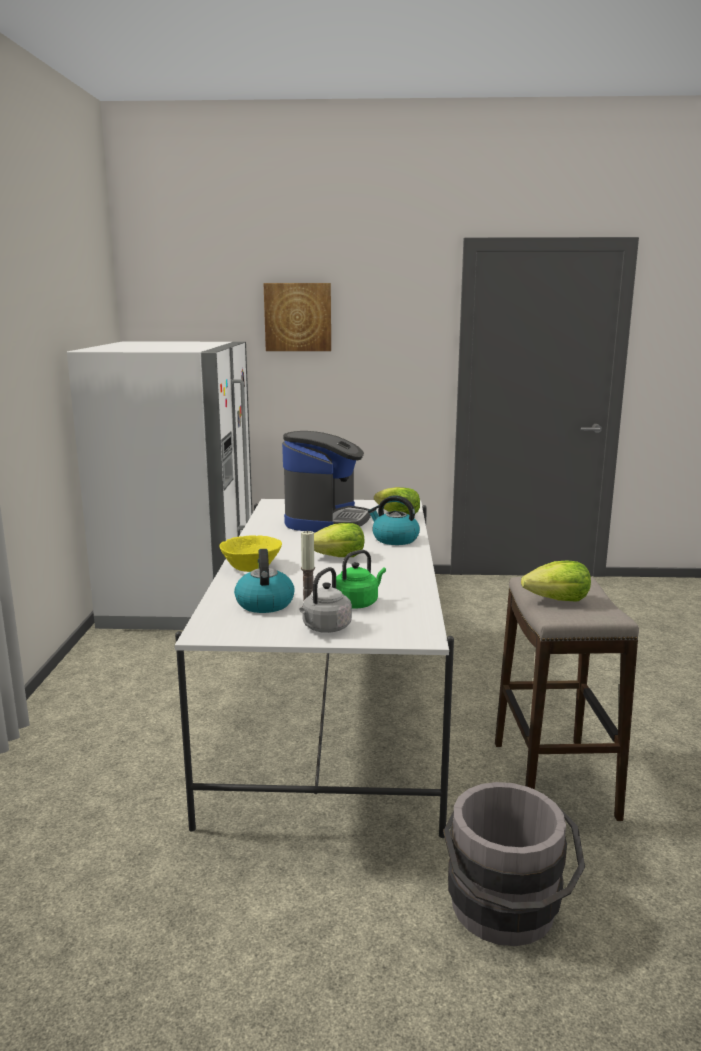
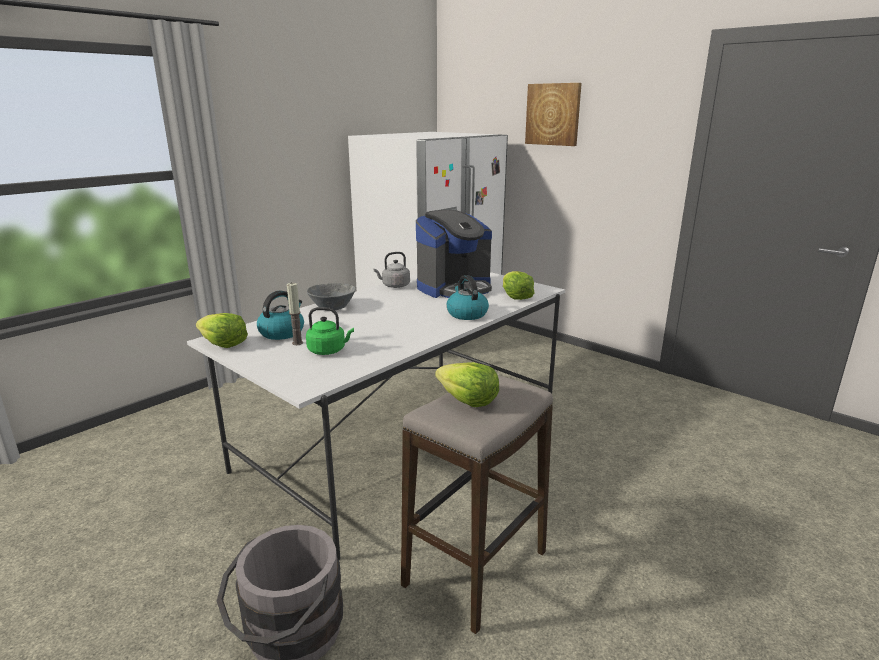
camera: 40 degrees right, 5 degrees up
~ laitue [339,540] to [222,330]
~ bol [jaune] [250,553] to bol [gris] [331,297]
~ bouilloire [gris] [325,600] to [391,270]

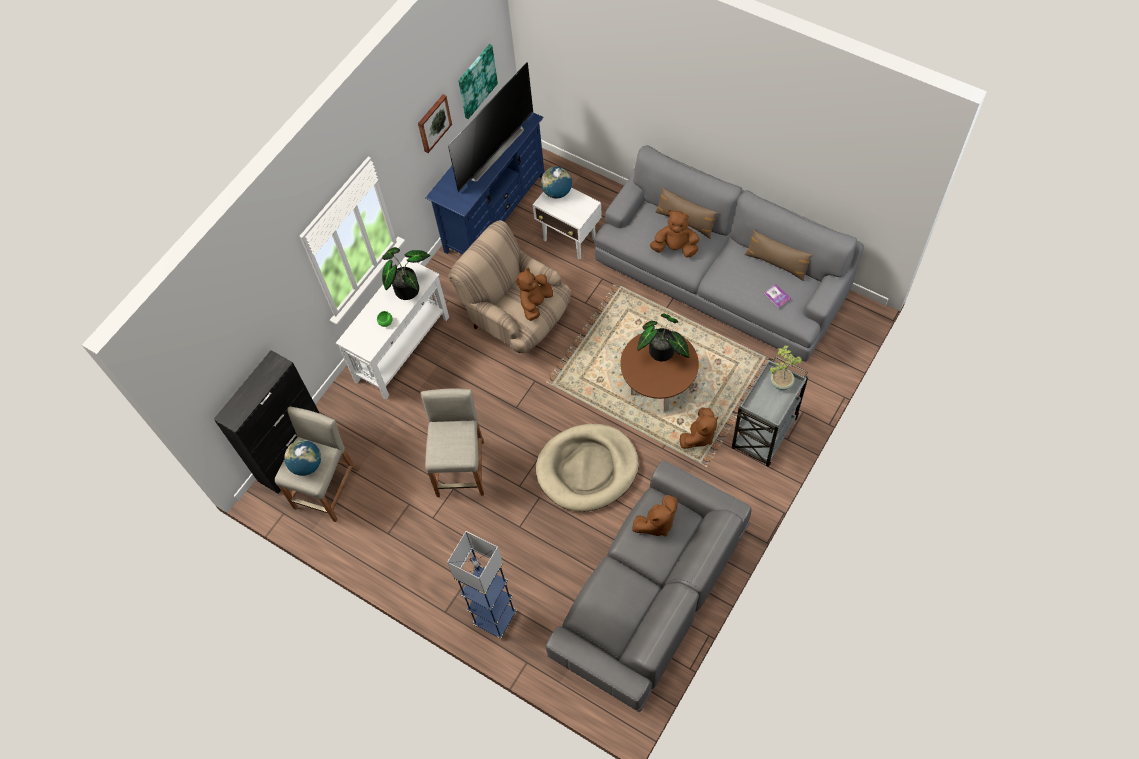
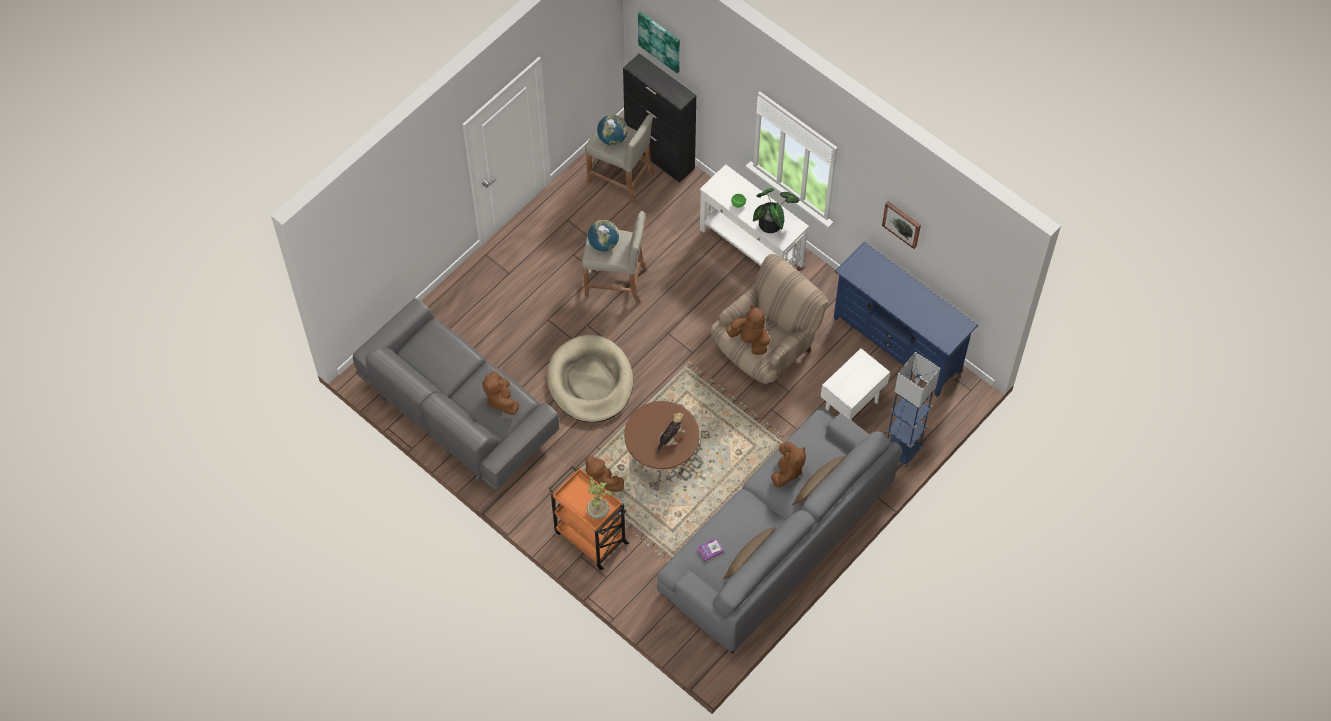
camera: 95 degrees right, 0 degrees up
~ chariot [gris] [770,411] to chariot [orange] [588,518]
~ globe [556,182] to [603,235]
~ tableau [478,81] to [659,42]
~ plante en pot [663,337] to peluche [671,434]
~ lampadaire [bleu] [482,585] to [913,409]
- téléviseur [490,127]

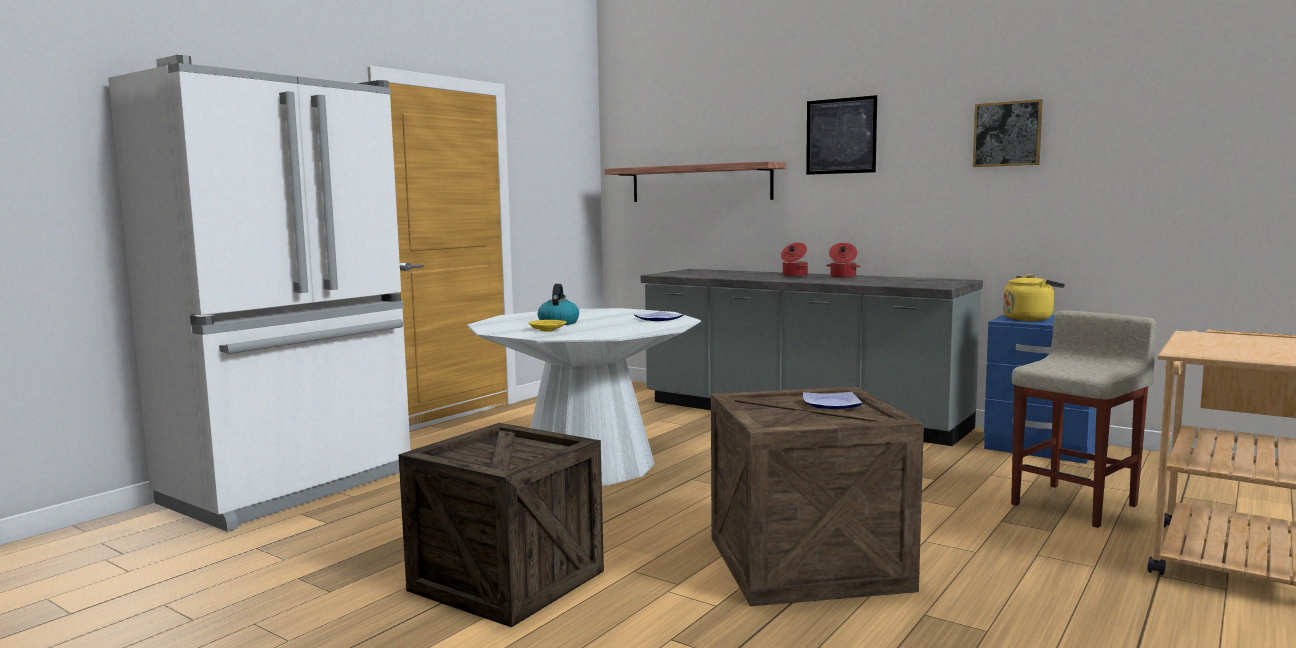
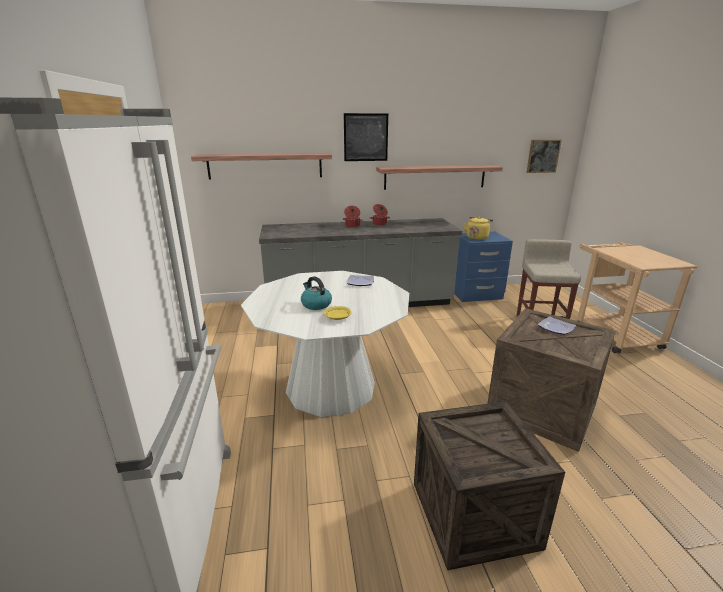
camera: 45 degrees left, 15 degrees up
+ étagère [439,177]
~ tableau [1008,133] to [544,156]

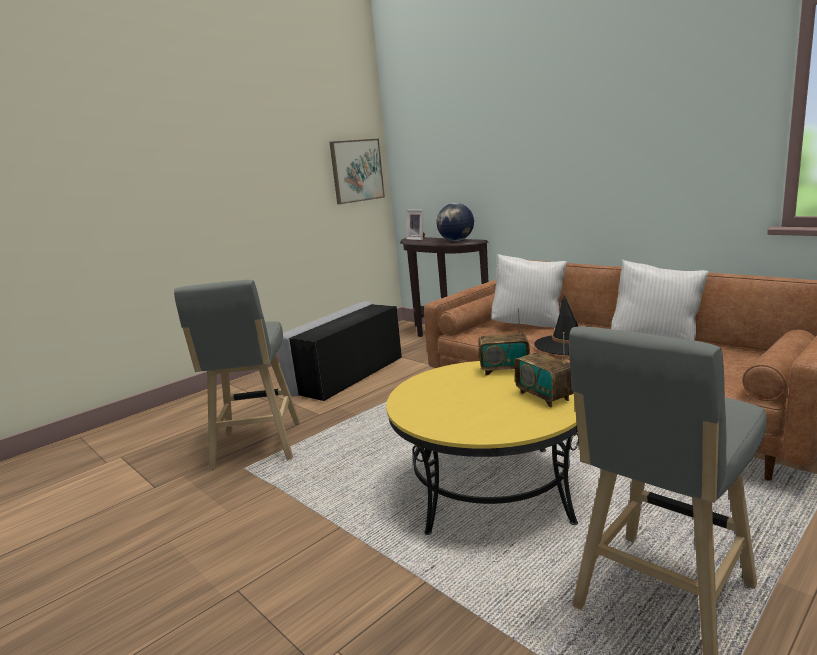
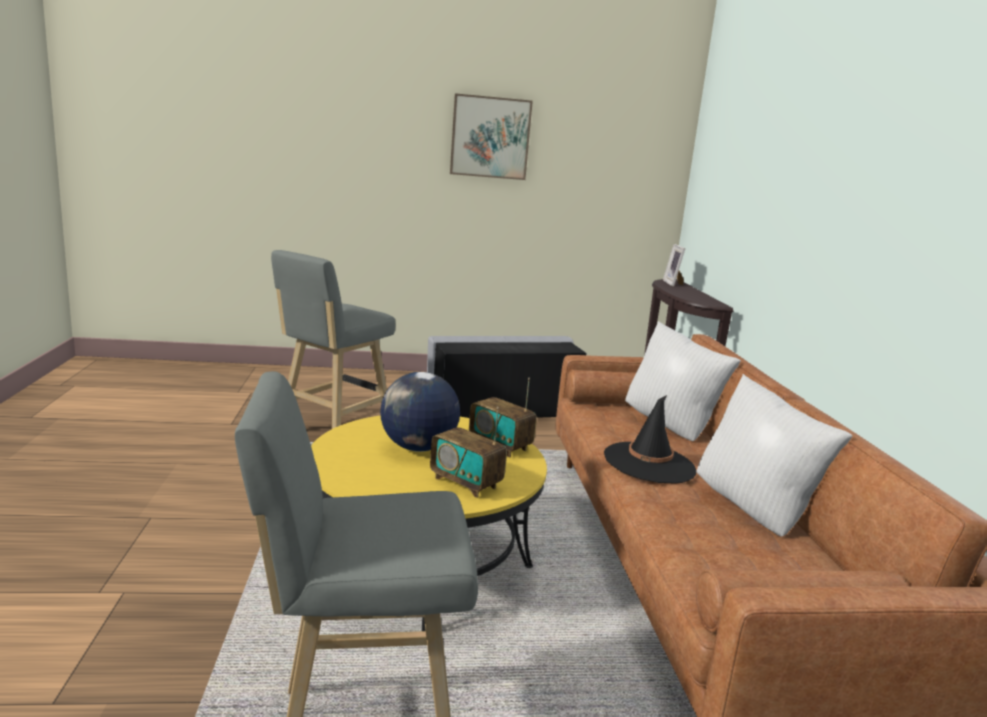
camera: 35 degrees right, 0 degrees up
~ globe [455,222] to [420,412]
~ radio [544,369] = [468,452] 60 degrees counterclockwise
~ tableau [357,171] to [491,136]

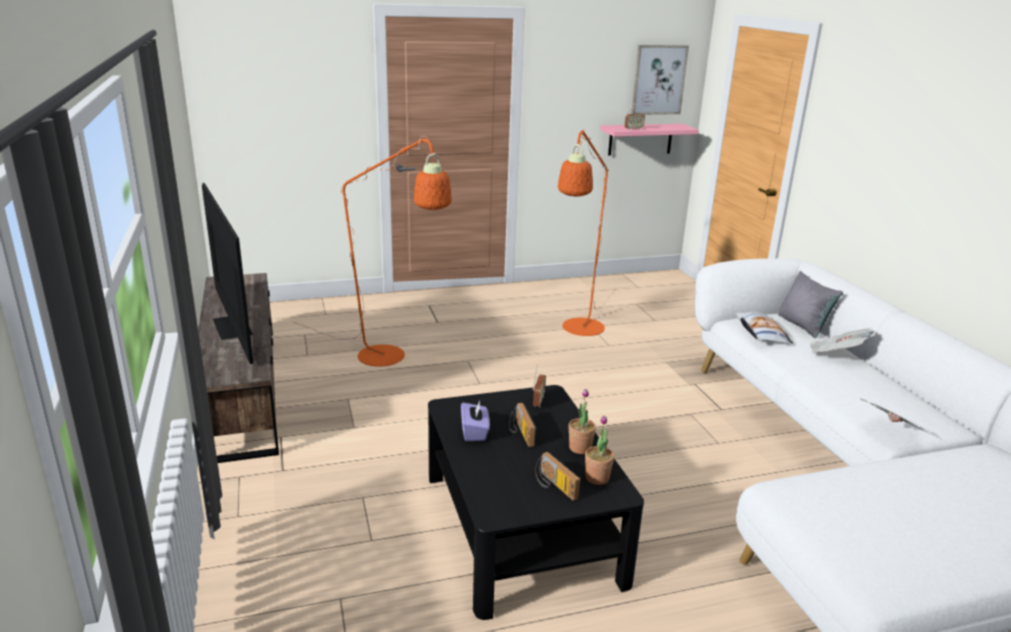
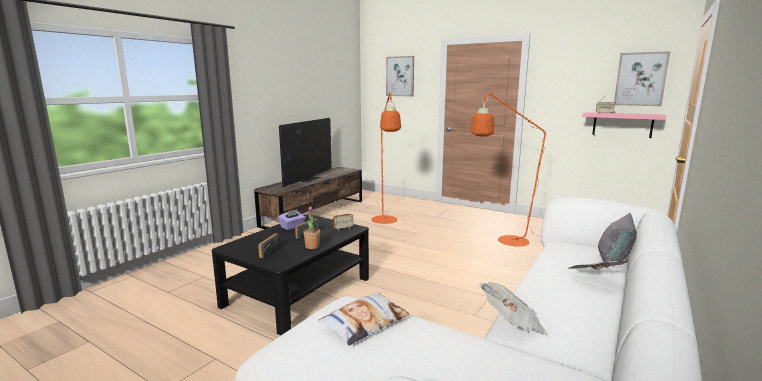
camera: 50 degrees right, 10 degrees down
~ coussin [764,327] to [363,318]
+ tableau [400,76]
- plante en pot [599,450]

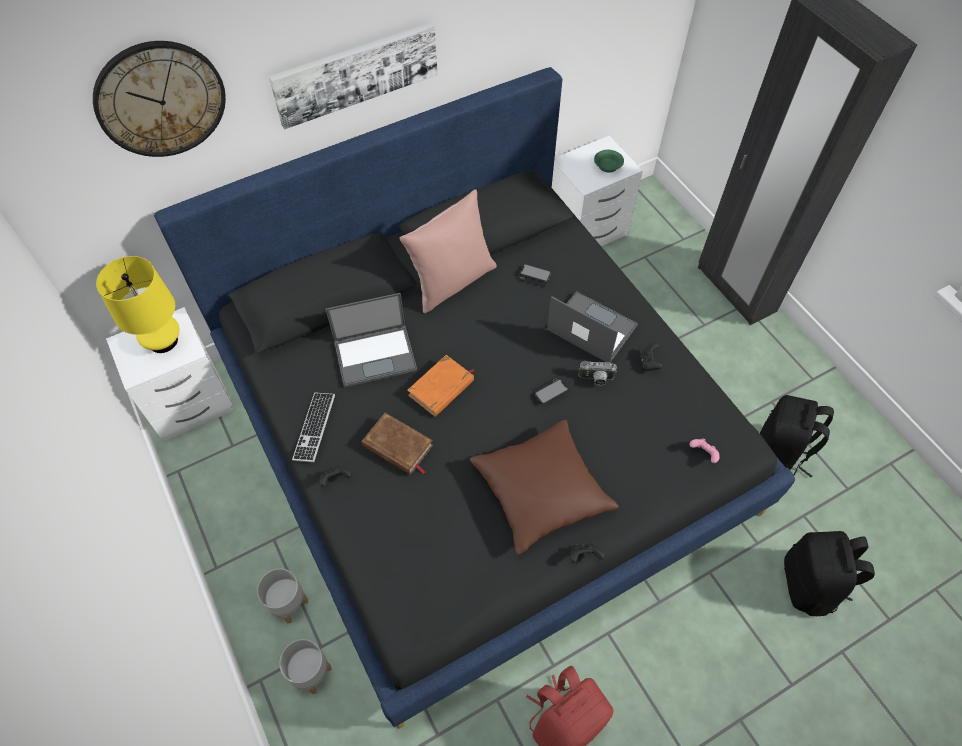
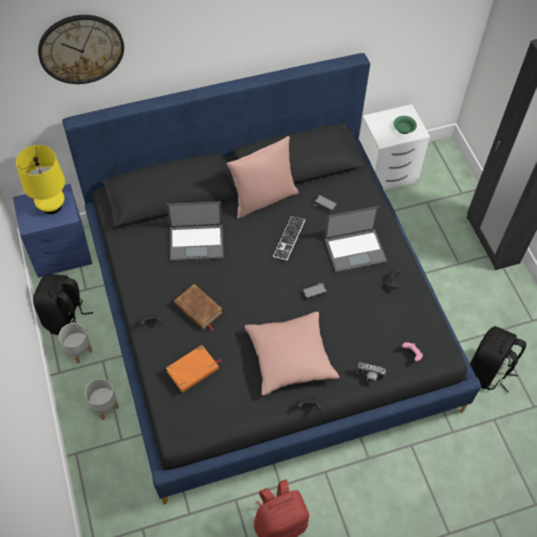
camera: 10 degrees right, 0 degrees up
~ table de chevet [blanc] [170,374] to table de chevet [bleu] [52,231]
~ sac à dos [noir] [829,573] to [63,304]
~ cache-pot [gris] [305,666] to [75,343]
~ livre [orange] [441,386] to [193,369]
~ coussin [marron] [544,487] to coussin [rose] [292,354]
~ clavier [313,427] to [289,238]
~ ordinateur portable [592,326] = [355,239] 120 degrees clockwise
~ appareil photo [597,373] to [371,372]
- tableau [353,76]

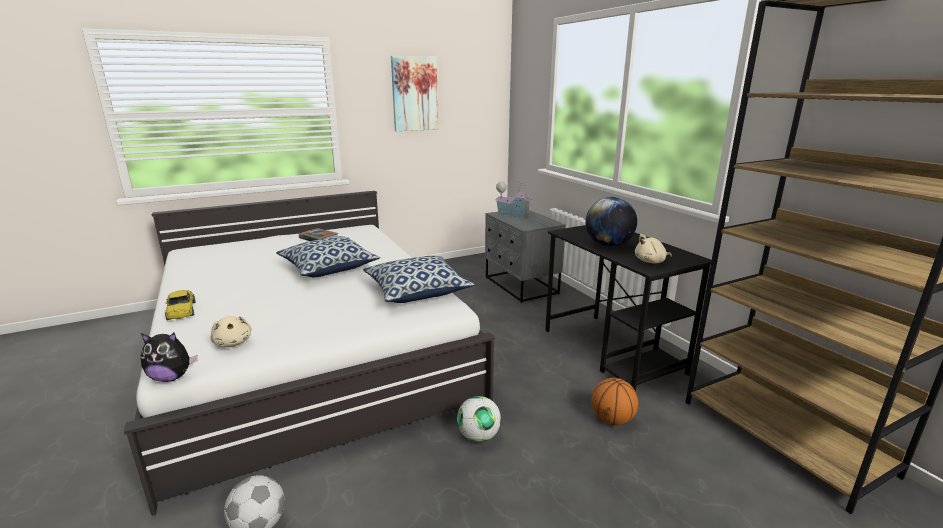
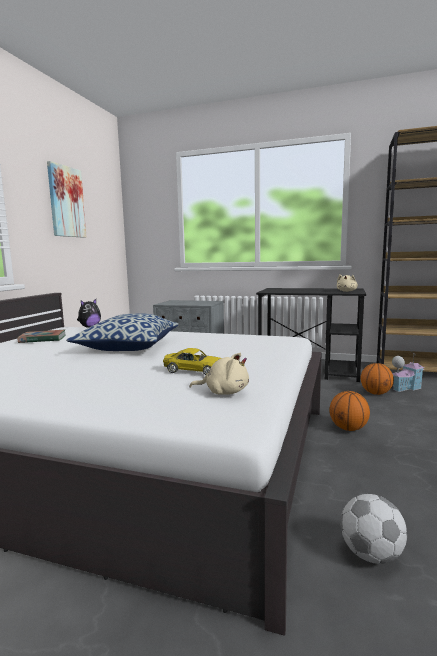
camera: 45 degrees left, 10 degrees down
~ peluche [169,357] to [89,313]
~ petite voiture [jaune] [180,305] to [192,361]
~ ballon de foot [479,419] to ballon de basket [349,411]
~ maison miniature [513,199] to [408,371]
- coussin [419,279]
- globe [611,222]

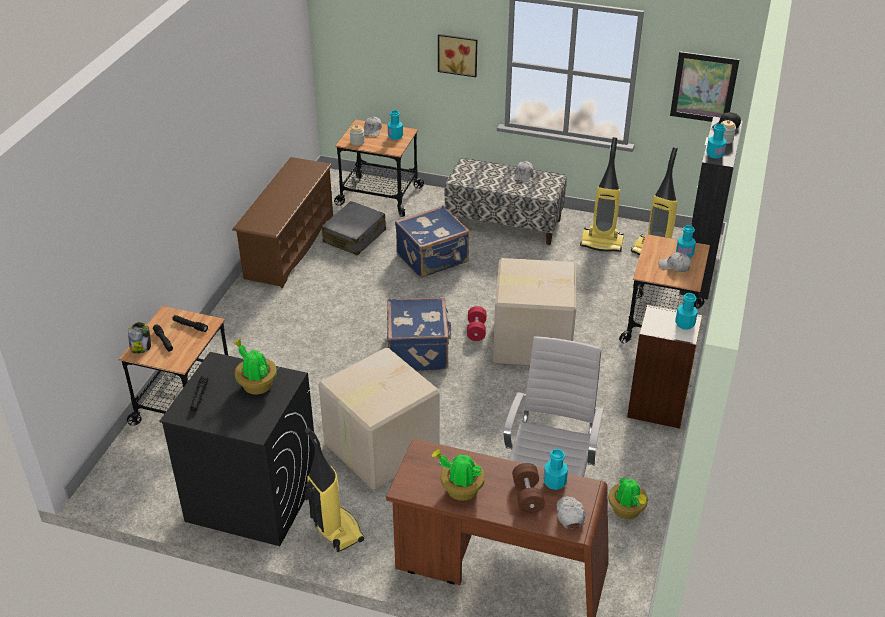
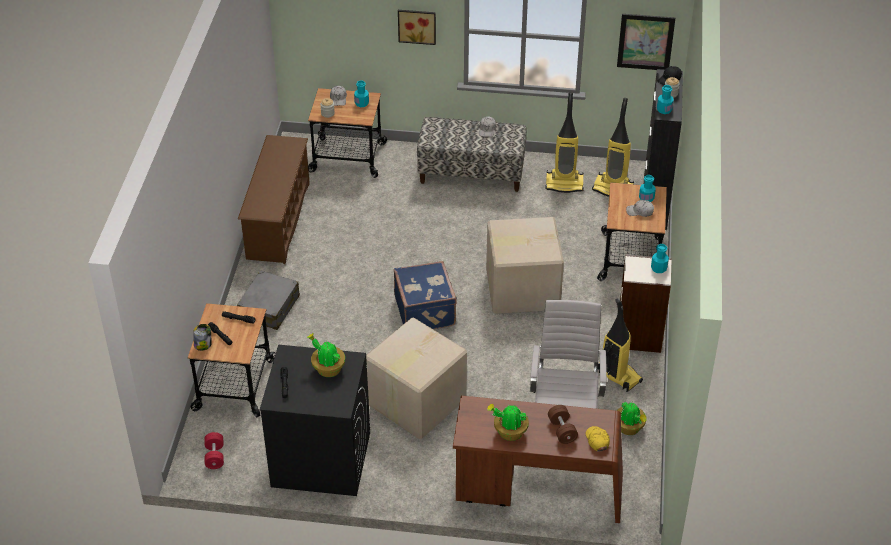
camera: 10 degrees left, 5 degrees up
~ haltère [rouge] [477,323] to [214,450]
~ valise [gris] [354,228] to [268,300]
~ casquette [blanc] [571,512] to casquette [jaune] [598,438]
~ aspirateur [334,490] to [620,345]
- valise [bleu] [432,241]
- bouteille [turquoise] [556,469]

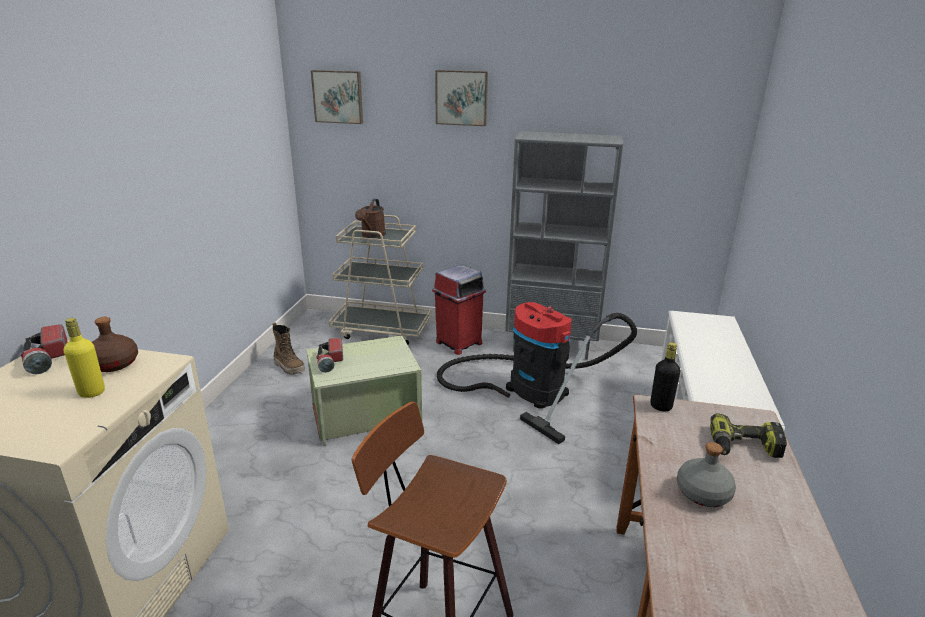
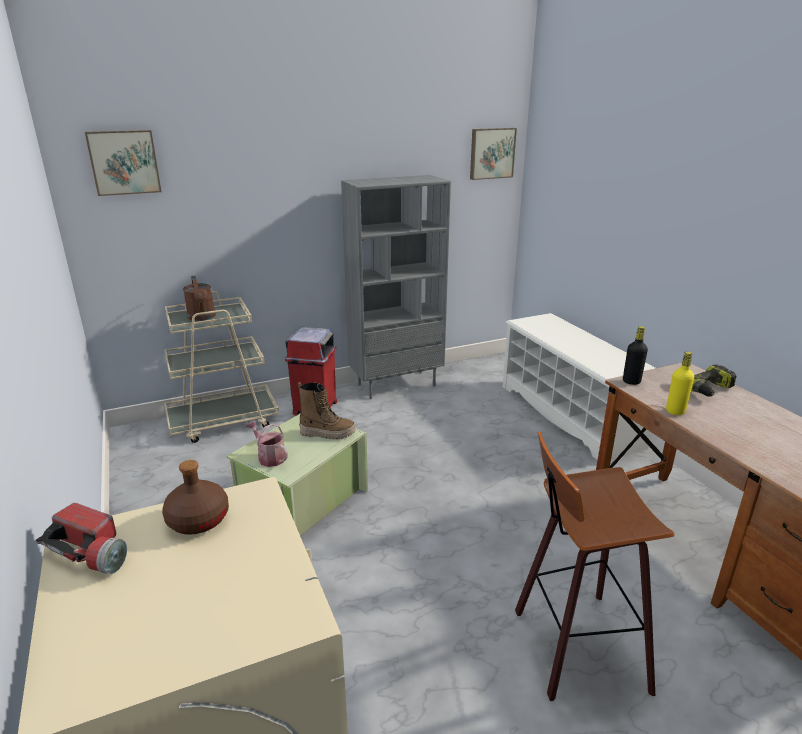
camera: 35 degrees left, 0 degrees up
~ lampe de poche [330,355] to arrosoir [267,444]
~ botte [289,348] to [326,411]
~ tableau [461,98] to [493,154]
~ bouteille [jaune] [84,358] to [680,383]
- aspirateur [537,373]
- bouteille [gris] [706,474]

